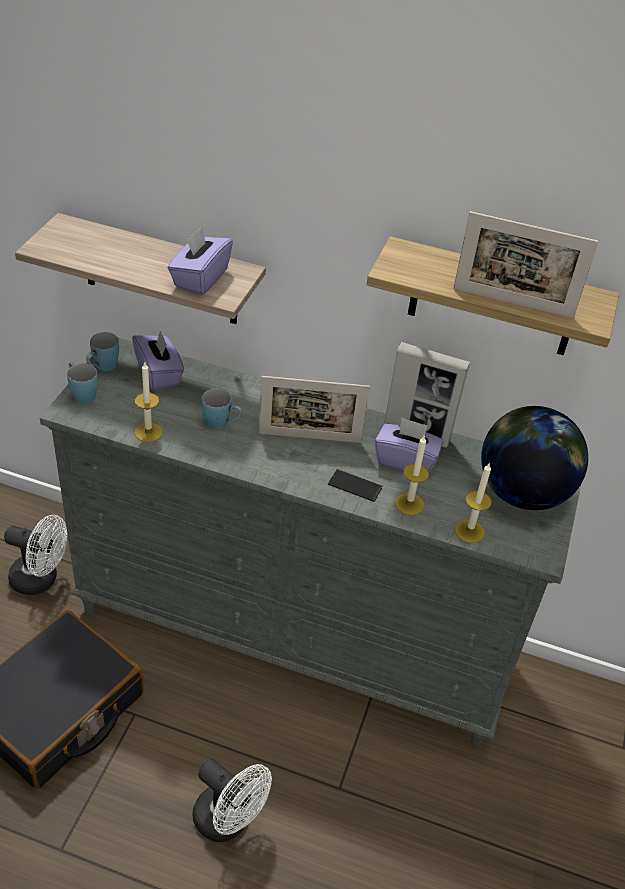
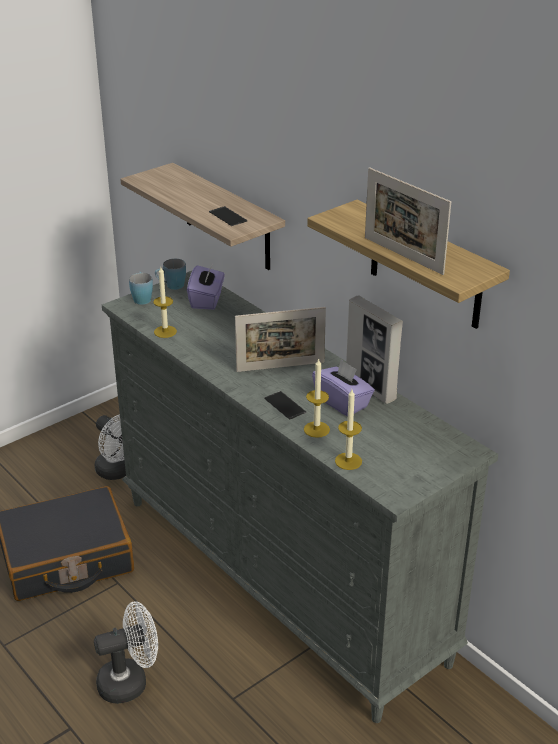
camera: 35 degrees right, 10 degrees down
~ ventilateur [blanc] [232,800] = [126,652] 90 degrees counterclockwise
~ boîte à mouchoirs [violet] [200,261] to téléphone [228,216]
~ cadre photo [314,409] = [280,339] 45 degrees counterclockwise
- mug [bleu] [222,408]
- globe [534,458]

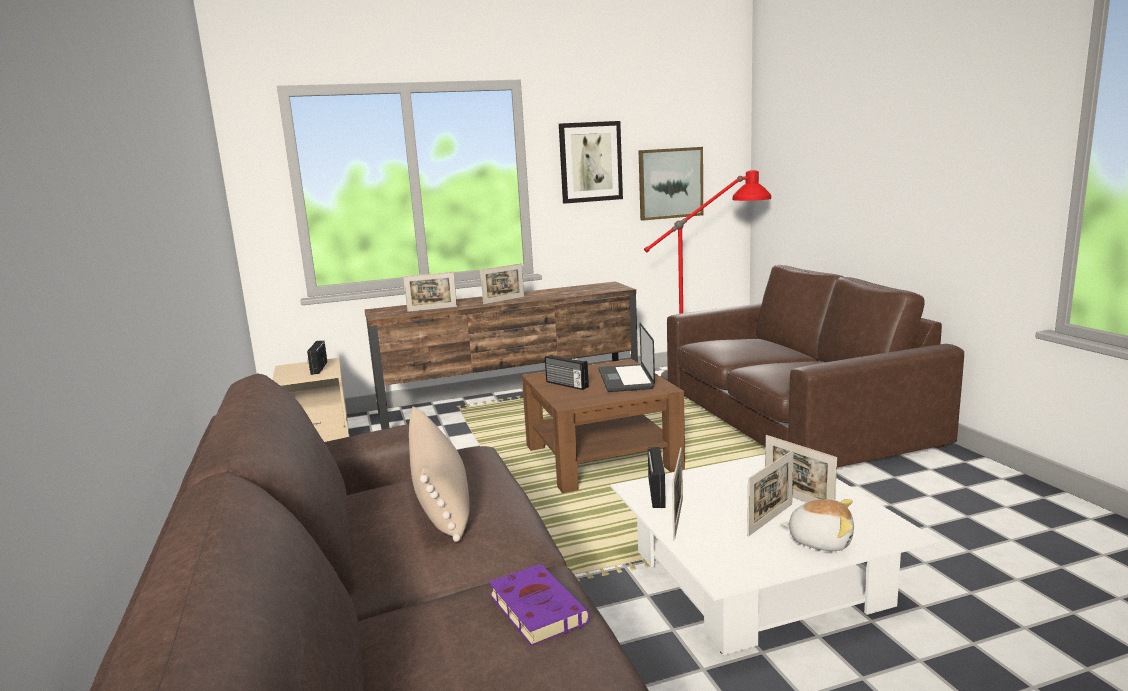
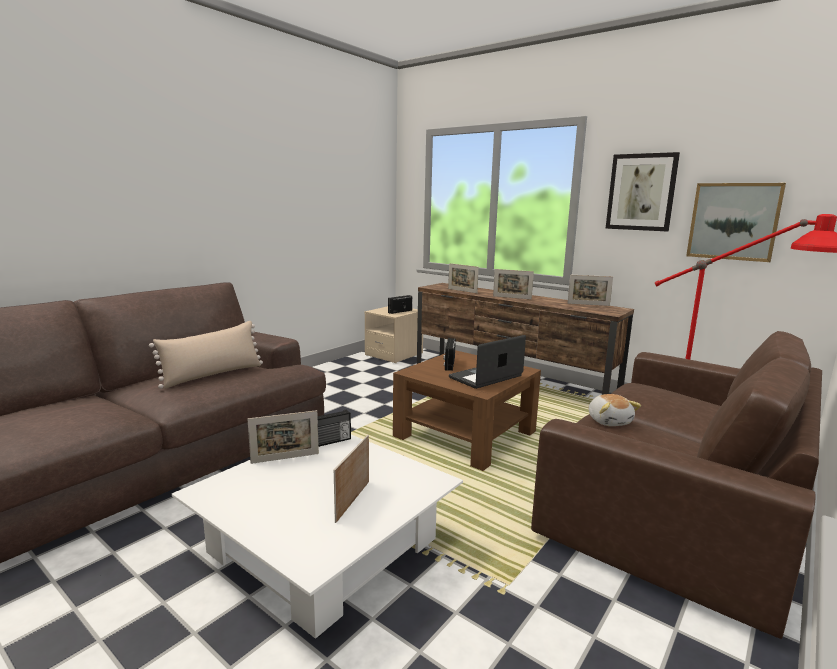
camera: 55 degrees right, 0 degrees up
~ cadre photo [770,493] to [590,290]
~ peluche [817,525] to [614,410]
- livre [violet] [539,605]

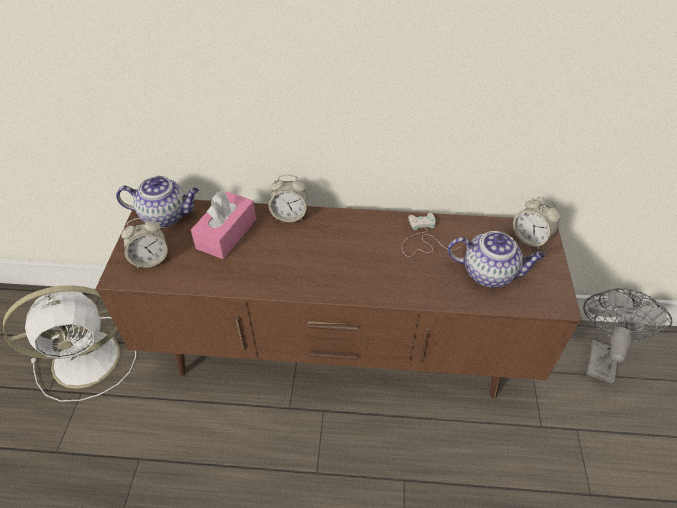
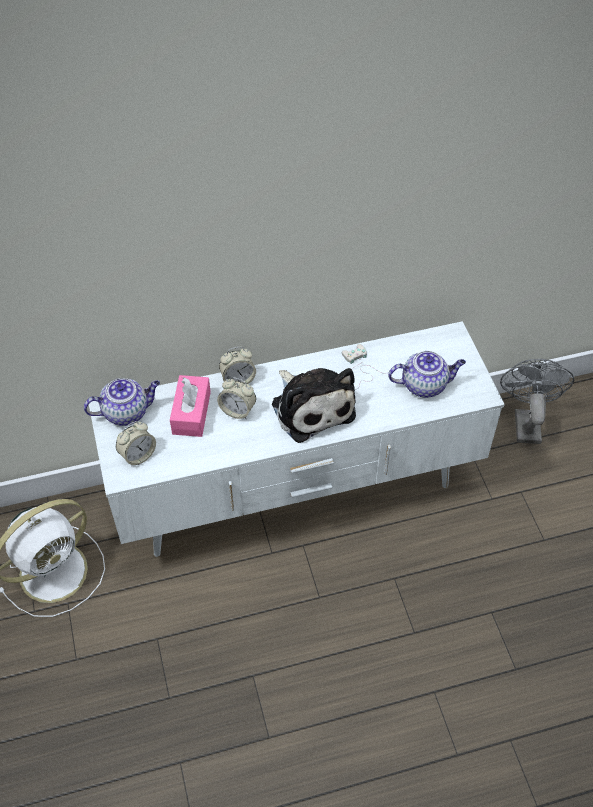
camera: 20 degrees left, 5 degrees up
~ meuble télé [marron] [339,299] to meuble télé [blanc] [297,439]
~ réveil [536,222] to [236,398]
+ peluche [314,405]

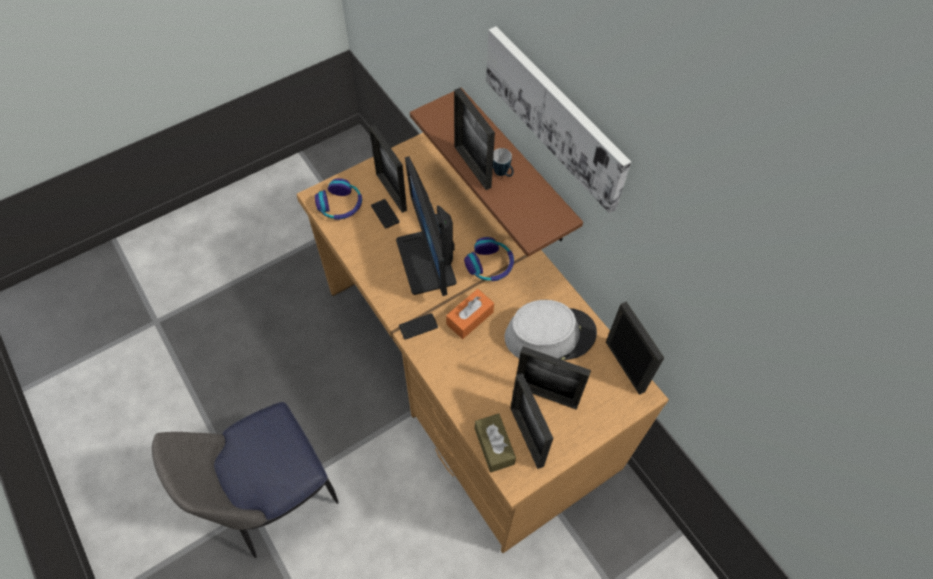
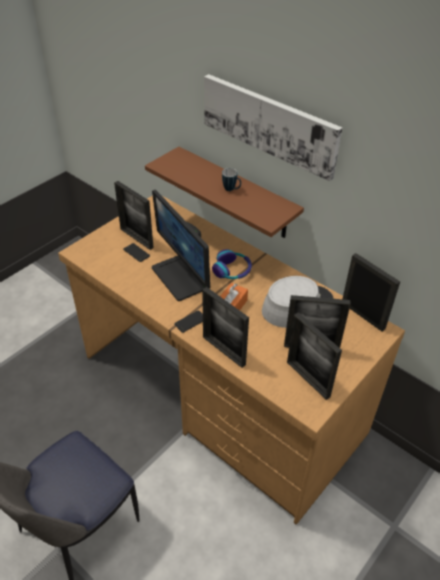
camera: 15 degrees left, 15 degrees down
~ cadre photo [474,139] to [225,327]
- casque audio [338,199]
- boîte à mouchoirs [marron] [495,442]

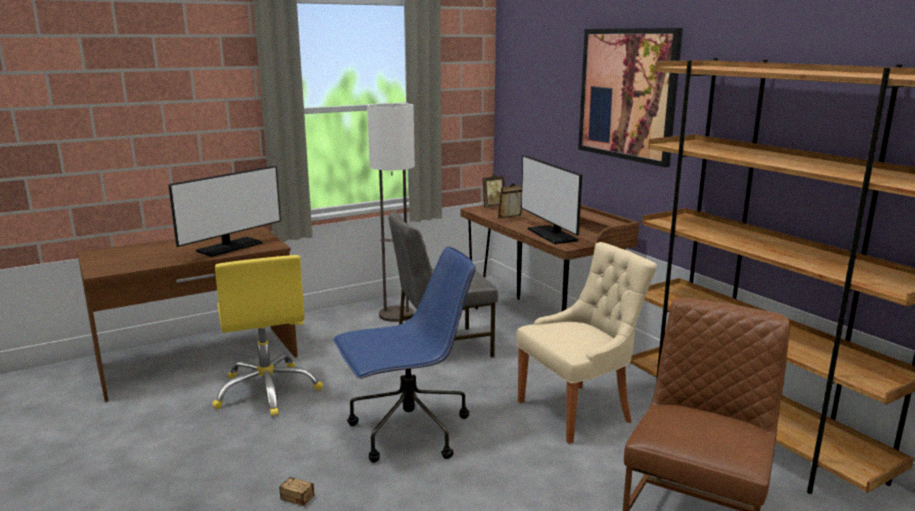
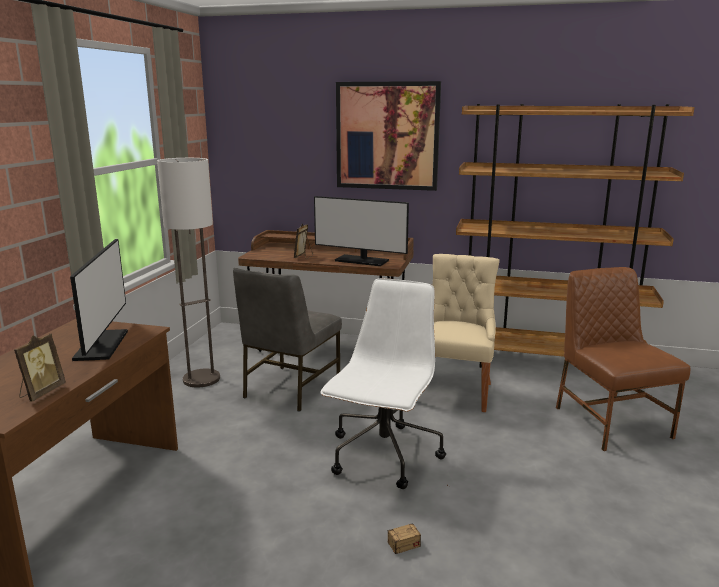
camera: 45 degrees left, 0 degrees up
~ cadre photo [493,190] to [40,368]
~ chaise de bureau [bleu] [404,354] to chaise de bureau [blanc] [383,383]
- chaise de bureau [jaune] [267,336]

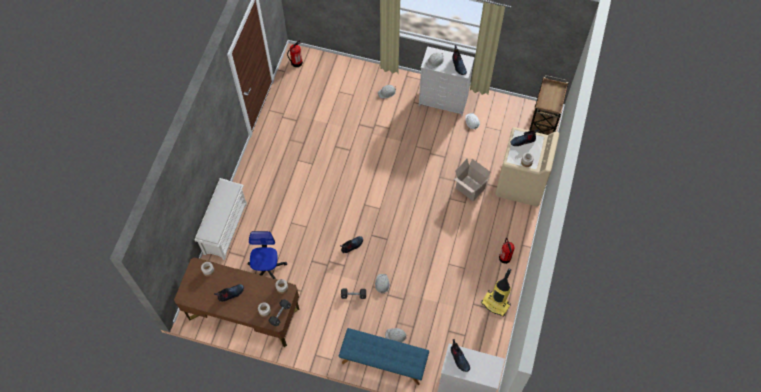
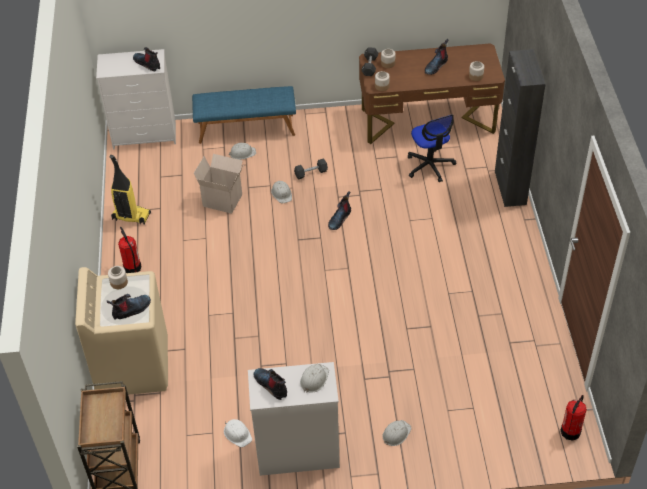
camera: 160 degrees right, 15 degrees down
~ carton [472,180] to [218,184]
~ étagère à chaussures [blanc] [220,219] to meuble de rangement [noir] [520,128]

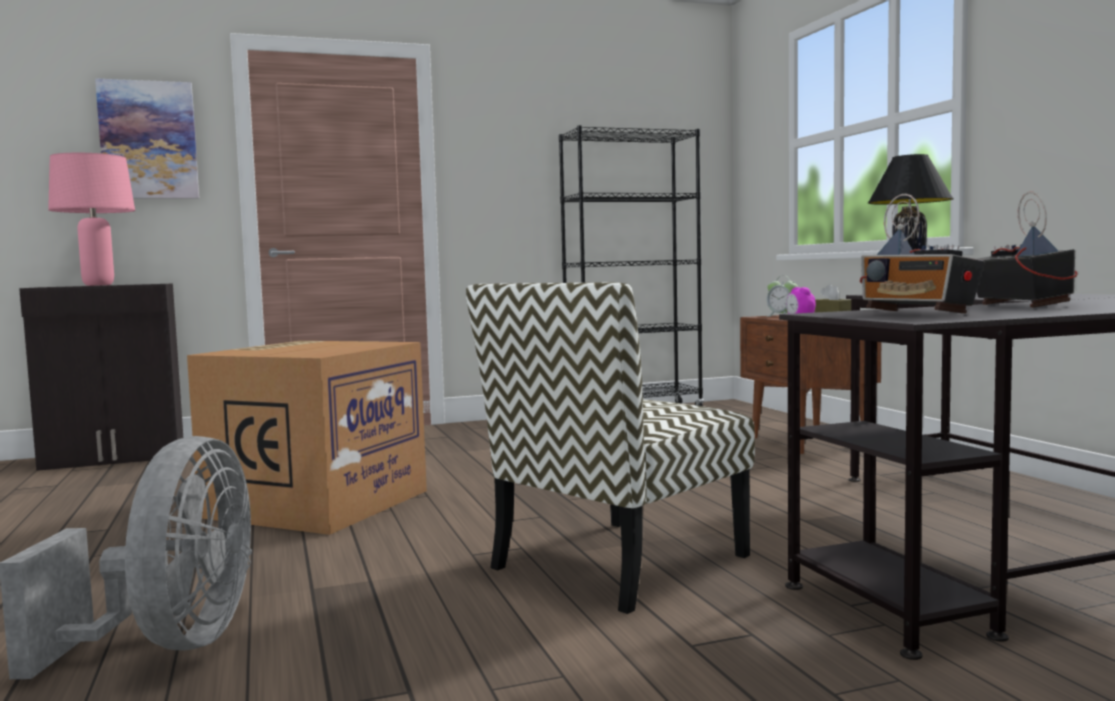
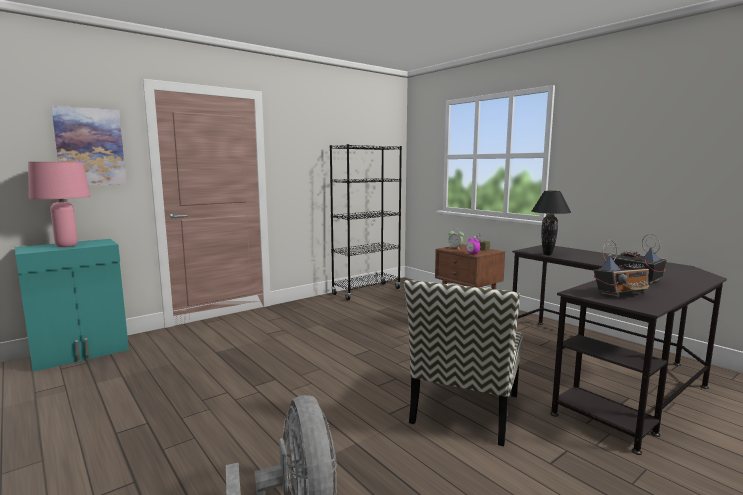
camera: 20 degrees left, 5 degrees up
~ meuble de rangement [noir] [101,377] to meuble de rangement [turquoise] [72,305]
~ radio [922,254] = [621,268] 60 degrees counterclockwise
- carton [307,438]

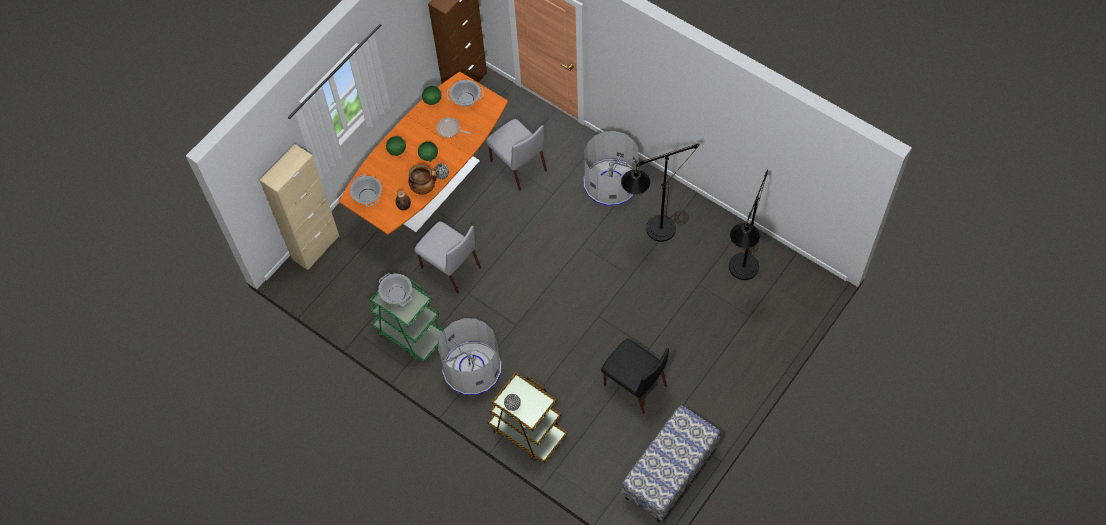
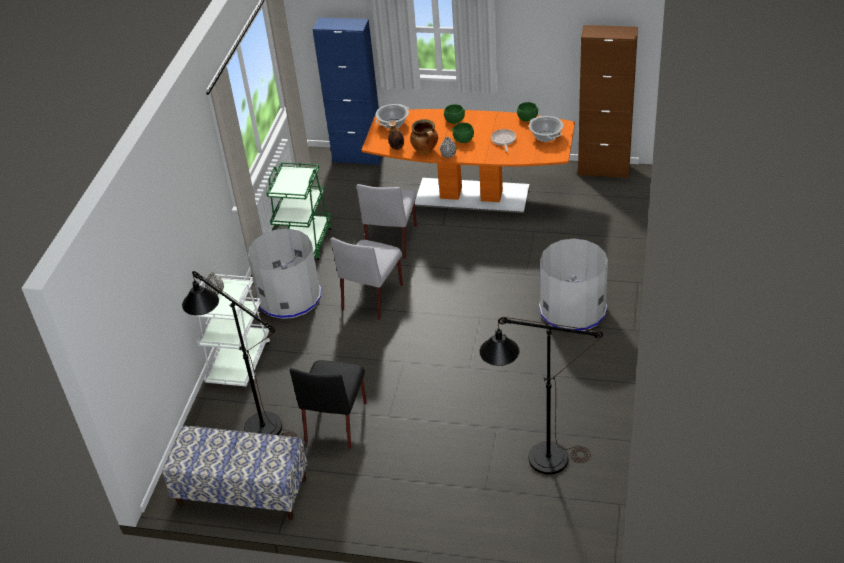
camera: 65 degrees right, 20 degrees down
~ lampadaire [noir] [660,193] to [240,354]
~ chariot [marron] [527,417] to chariot [blanc] [232,330]
~ meuble de rangement [beige] [299,207] to meuble de rangement [bleu] [347,91]
~ chaise [gris] [516,154] to [367,278]
- marmite [395,289]

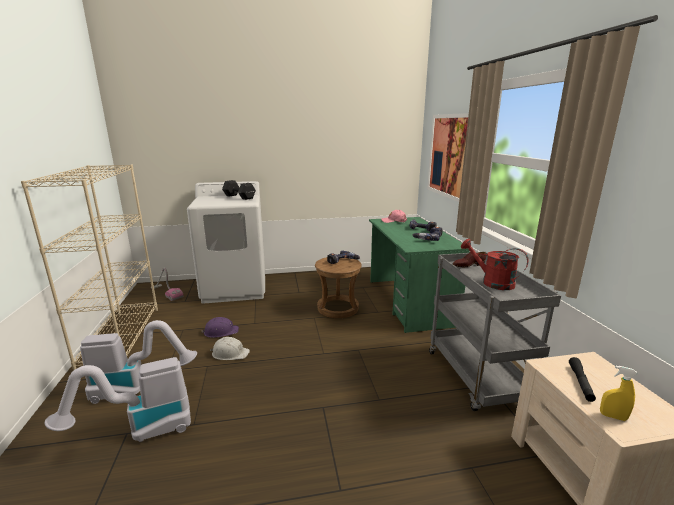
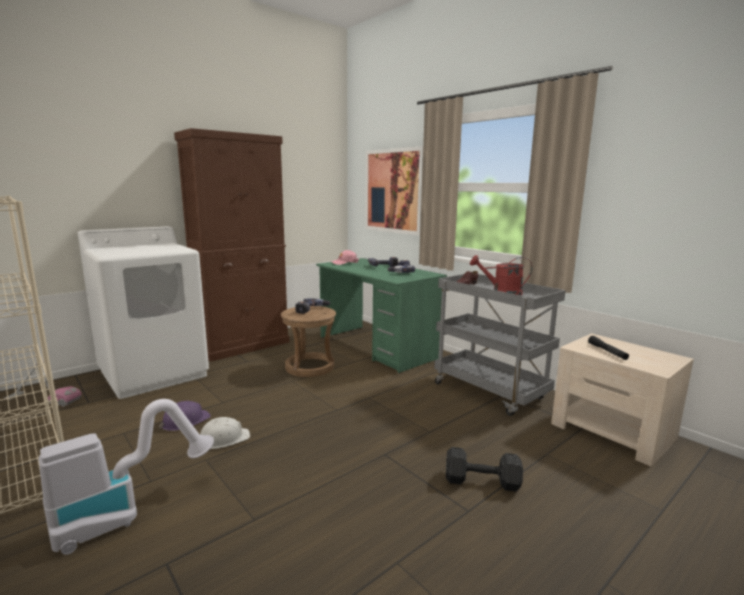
camera: 30 degrees left, 5 degrees down
+ meuble de rangement [marron] [231,245]
~ haltère [noir] [239,190] to [484,469]
- aspirateur [118,399]
- vaporisateur [jaune] [618,393]

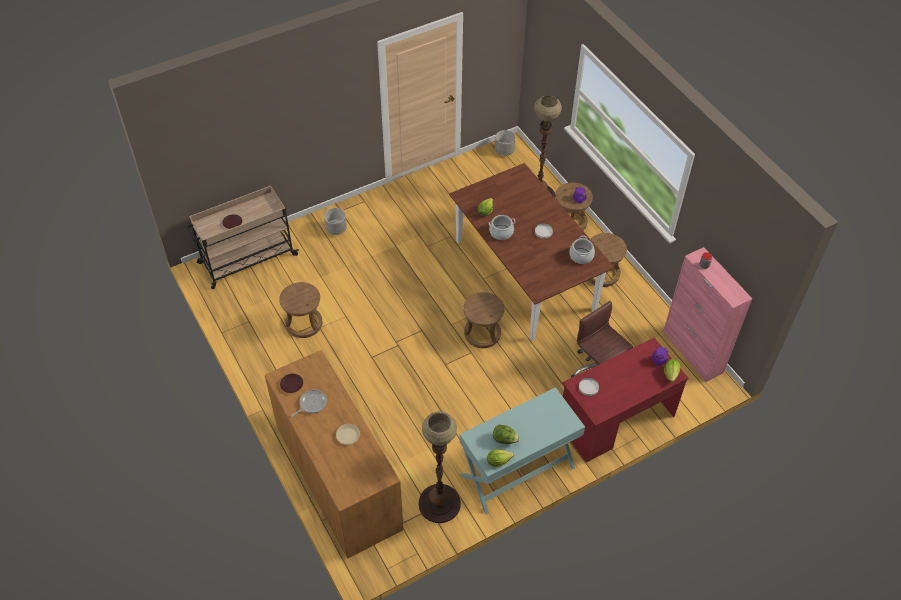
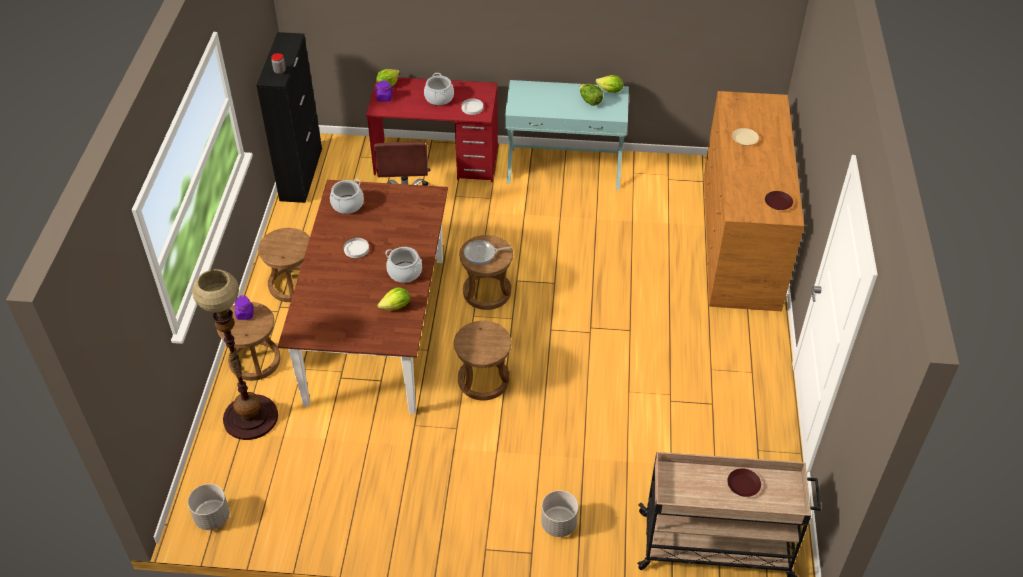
camera: 145 degrees left, 5 degrees down
~ meuble de rangement [rose] [708,314] to meuble de rangement [noir] [289,117]
+ marmite [439,89]
~ tabouret [marron] [300,310] to [483,360]
~ poêle [309,403] to [487,252]
- lampadaire [440,467]

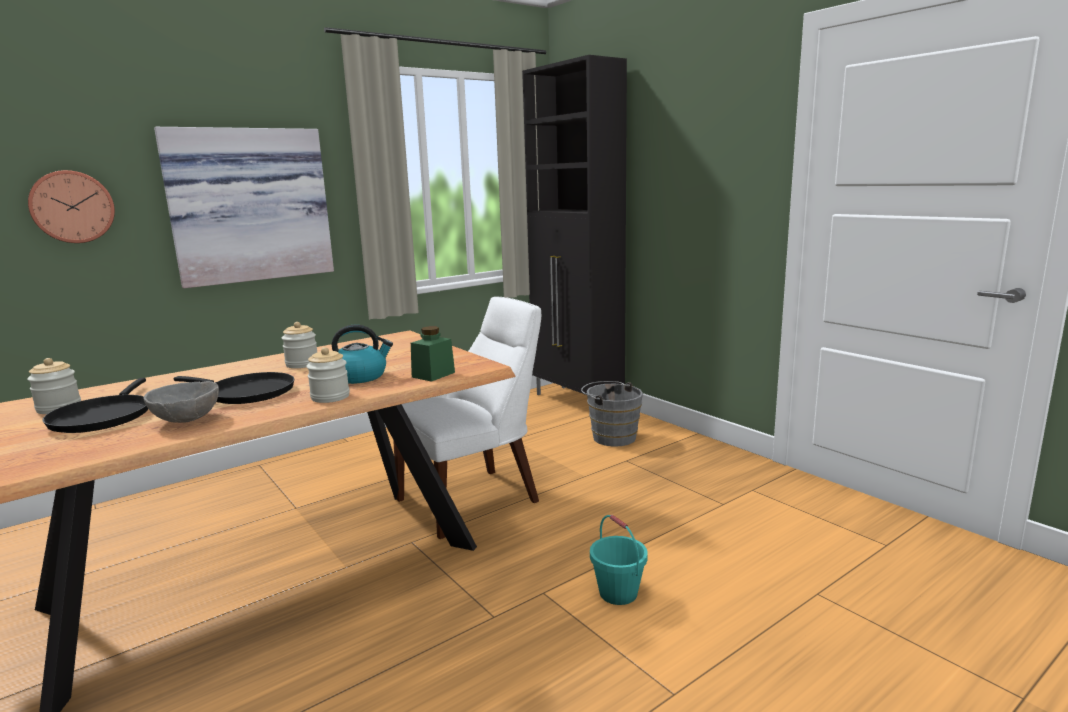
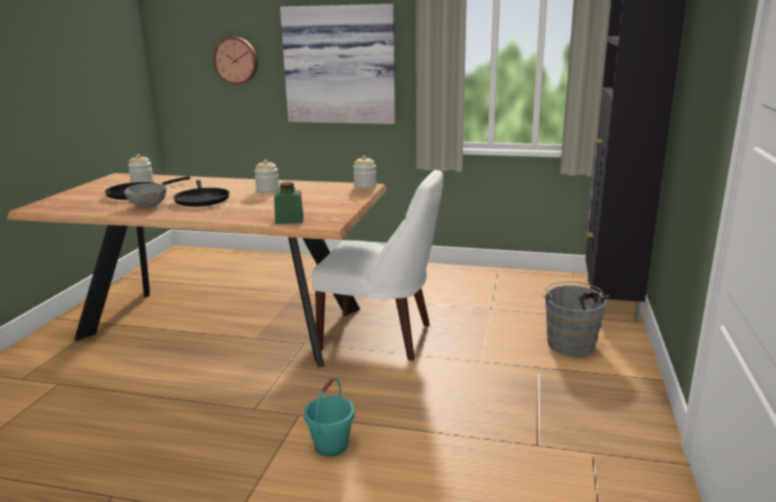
camera: 50 degrees right, 5 degrees up
~ bocal [328,375] to [364,172]
- bouilloire [362,354]

